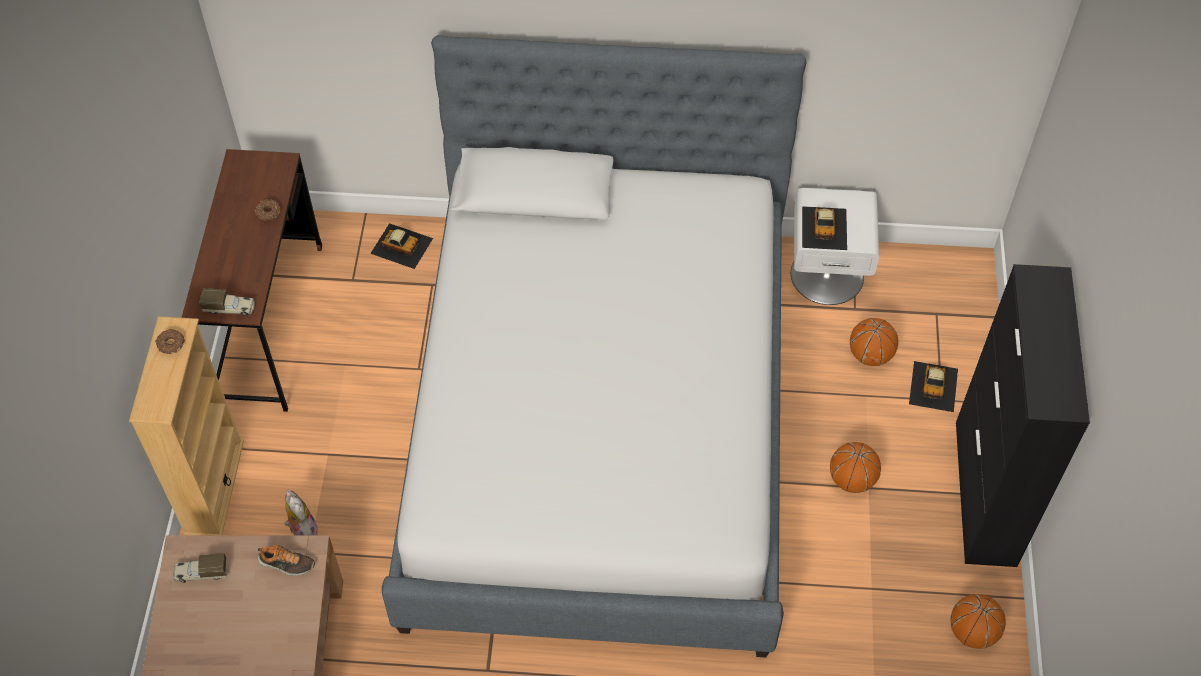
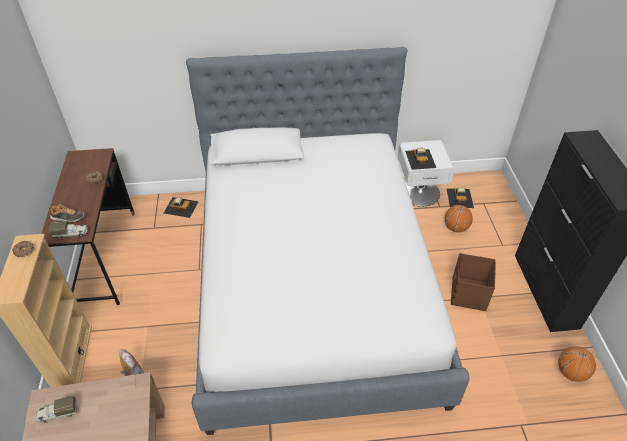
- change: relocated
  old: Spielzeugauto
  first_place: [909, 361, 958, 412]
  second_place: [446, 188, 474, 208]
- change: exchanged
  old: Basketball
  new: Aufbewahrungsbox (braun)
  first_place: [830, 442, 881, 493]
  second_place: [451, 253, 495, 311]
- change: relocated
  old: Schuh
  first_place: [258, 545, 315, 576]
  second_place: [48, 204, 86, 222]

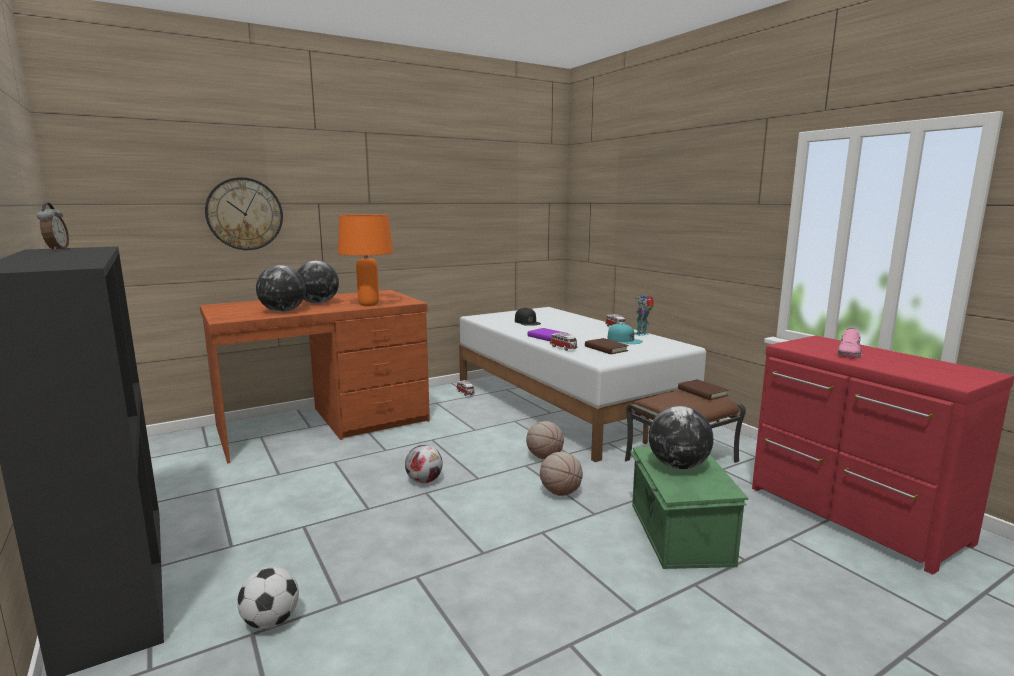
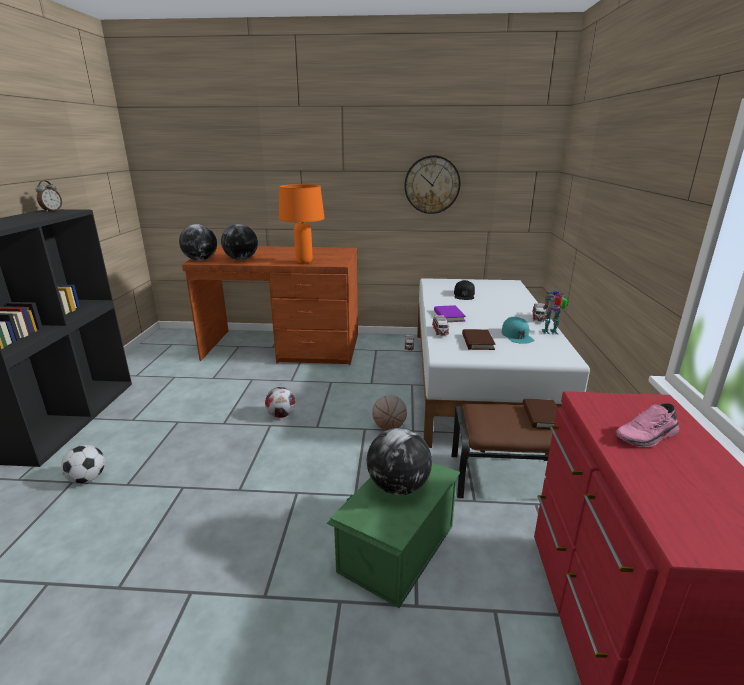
- change: relocated
  old: Wanduhr
  first_place: [205, 177, 283, 250]
  second_place: [405, 155, 461, 214]
- change: relocated
  old: Globus
  first_place: [297, 261, 339, 304]
  second_place: [179, 224, 217, 261]
- change: missing
  old: Basketball
  first_place: [540, 452, 583, 496]

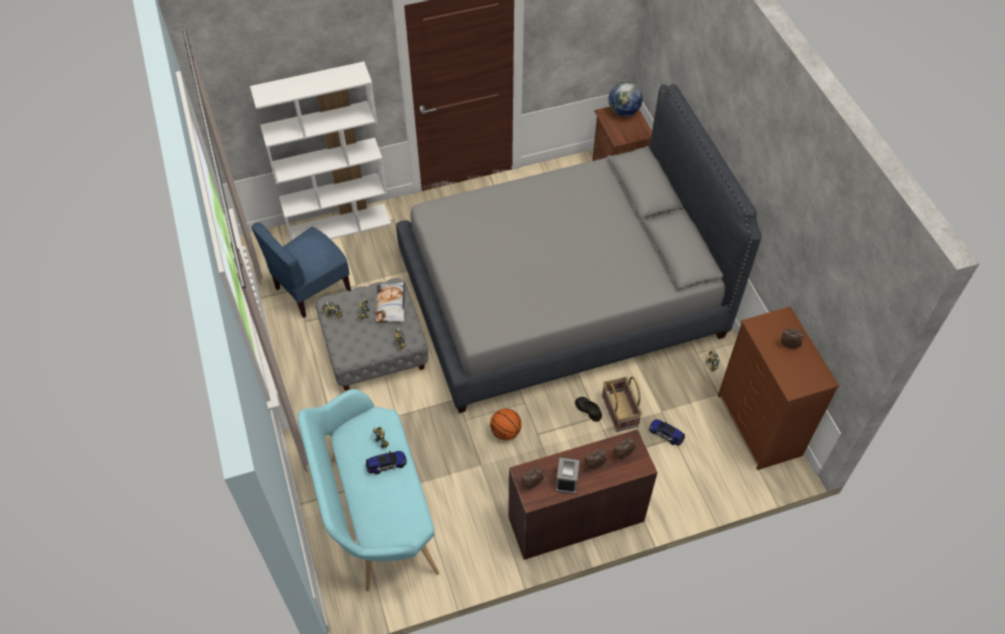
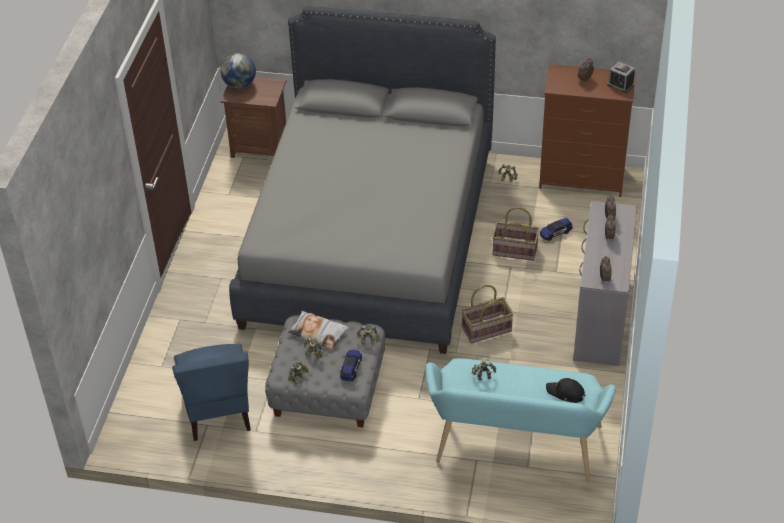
- change: missing
  old: Bücherregal (weiß)
  first_place: [250, 62, 391, 241]
- change: missing
  old: Schuh (schwarz)
  first_place: [575, 397, 602, 422]
- change: exchanged
  old: Basketball
  new: Korb
  first_place: [490, 408, 522, 440]
  second_place: [462, 285, 514, 343]
- change: colour
  old: Schreibtisch (braun)
  new: Schreibtisch (grau)
  first_place: [508, 429, 658, 560]
  second_place: [573, 201, 637, 366]
- change: relocated
  old: Spielzeugauto
  first_place: [366, 451, 407, 474]
  second_place: [340, 350, 362, 381]
- change: relocated
  old: Wecker
  first_place: [556, 457, 580, 494]
  second_place: [607, 61, 635, 93]
- change: appeared
  new: Kappe (schwarz)
  second_place: [546, 378, 585, 403]

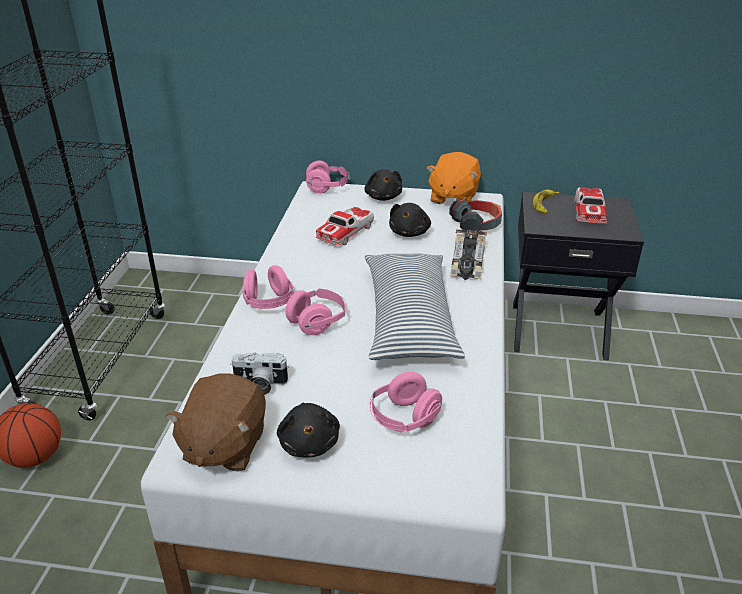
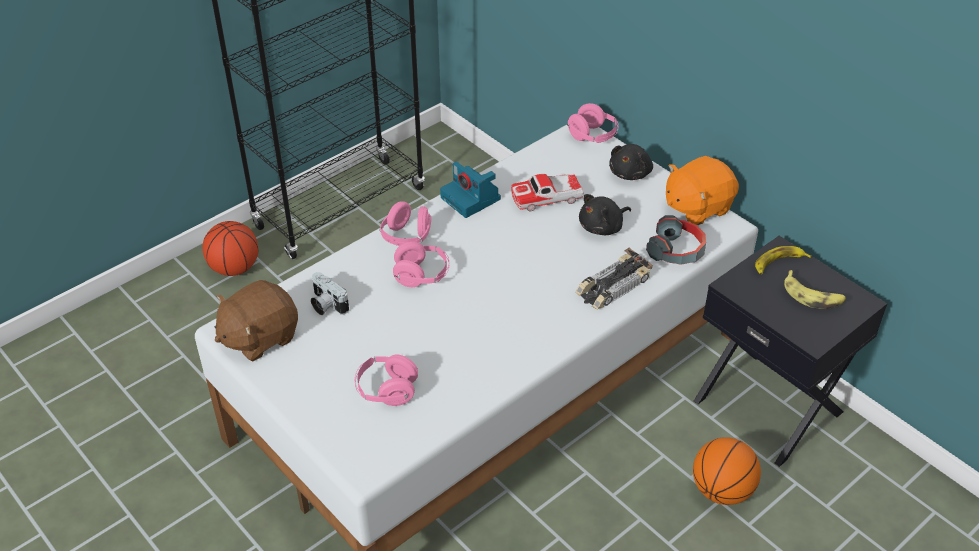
- change: exchanged
  old: Spielzeugauto
  new: Banane
  first_place: [574, 187, 607, 223]
  second_place: [784, 270, 846, 309]
- change: missing
  old: Kissen
  first_place: [365, 254, 465, 360]
- change: missing
  old: Plüschtier (schwarz)
  first_place: [277, 402, 340, 458]
- change: appeared
  new: Kamera
  second_place: [440, 161, 501, 218]
- change: appeared
  new: Basketball
  second_place: [693, 437, 761, 505]

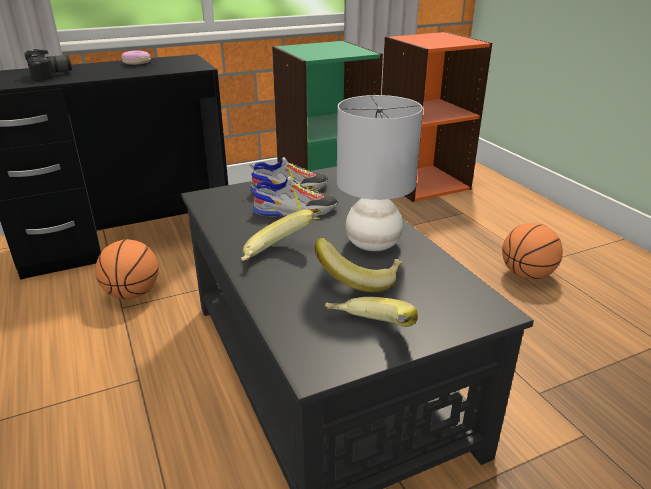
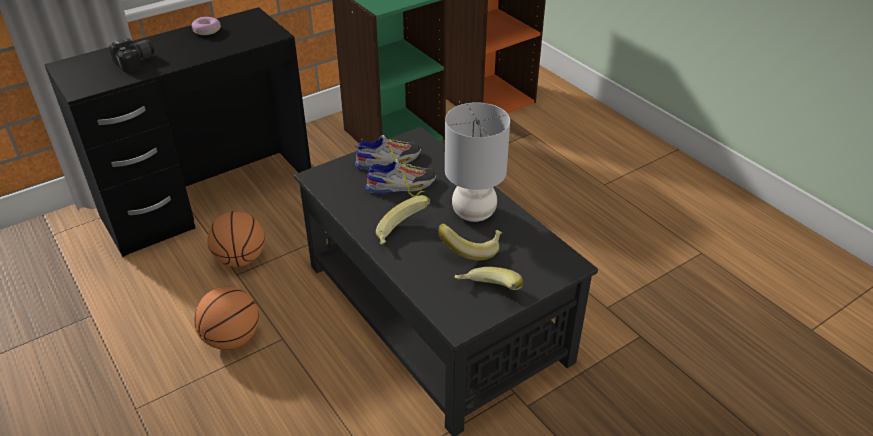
- change: relocated
  old: Basketball
  first_place: [502, 223, 563, 279]
  second_place: [194, 287, 259, 350]

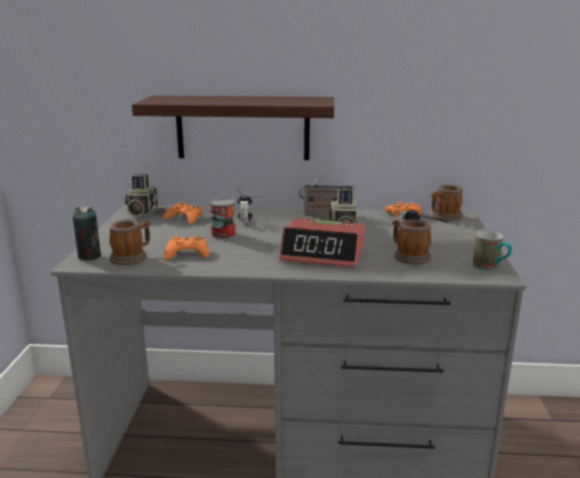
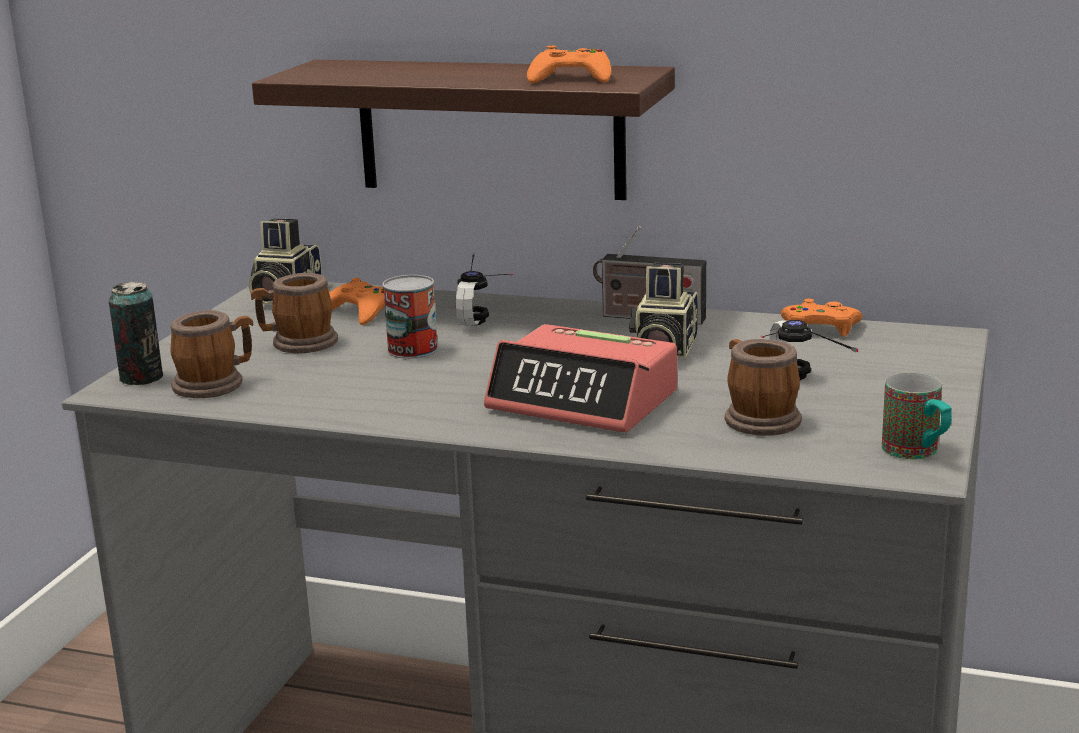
- change: relocated
  old: Henkelbecher
  first_place: [431, 184, 463, 221]
  second_place: [251, 273, 338, 354]
- change: relocated
  old: Gamepad (orange)
  first_place: [164, 236, 209, 260]
  second_place: [527, 46, 611, 83]

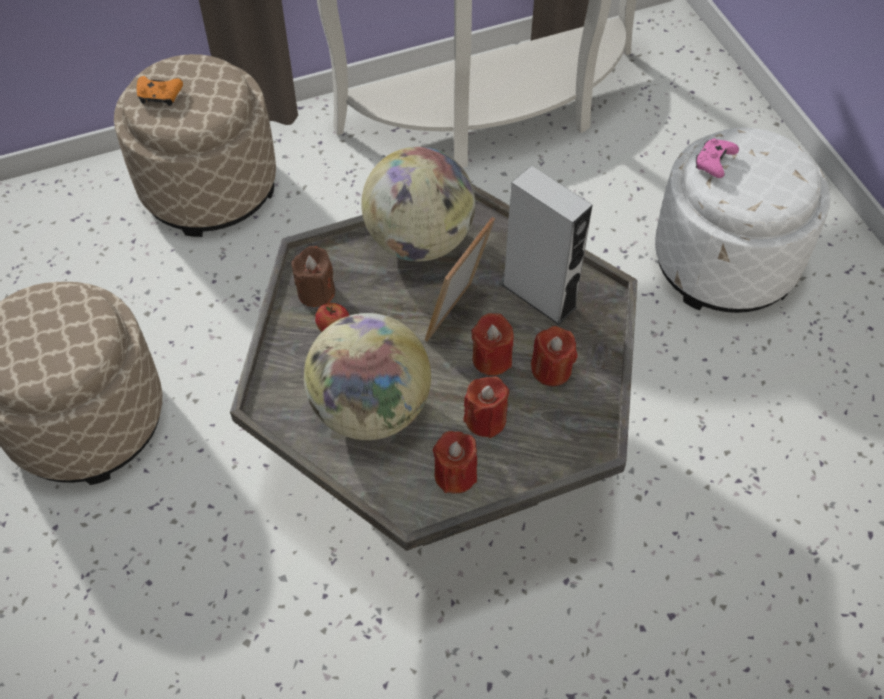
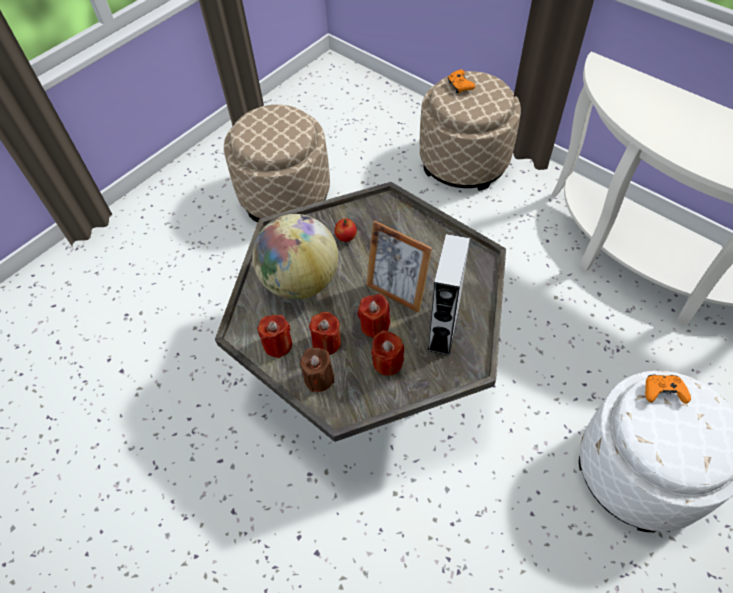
- change: colour
  old: Gamepad (rosa)
  new: Gamepad (orange)
  first_place: [696, 138, 739, 178]
  second_place: [645, 374, 691, 404]
- change: missing
  old: Globus
  first_place: [361, 147, 475, 261]
- change: spun
  old: Bilderrahmen
  first_place: [425, 217, 495, 341]
  second_place: [366, 220, 432, 313]
  degrees: -150
- change: relocated
  old: Kerze (braun)
  first_place: [291, 246, 335, 307]
  second_place: [300, 348, 334, 392]

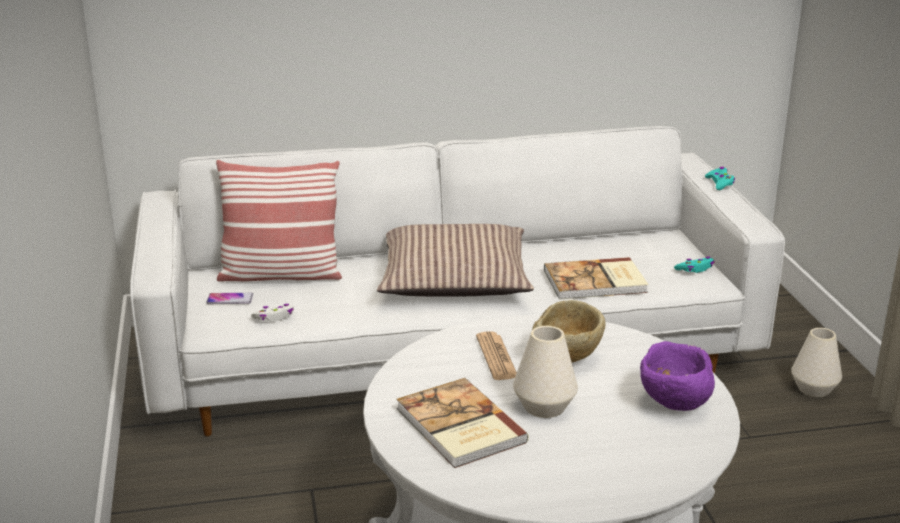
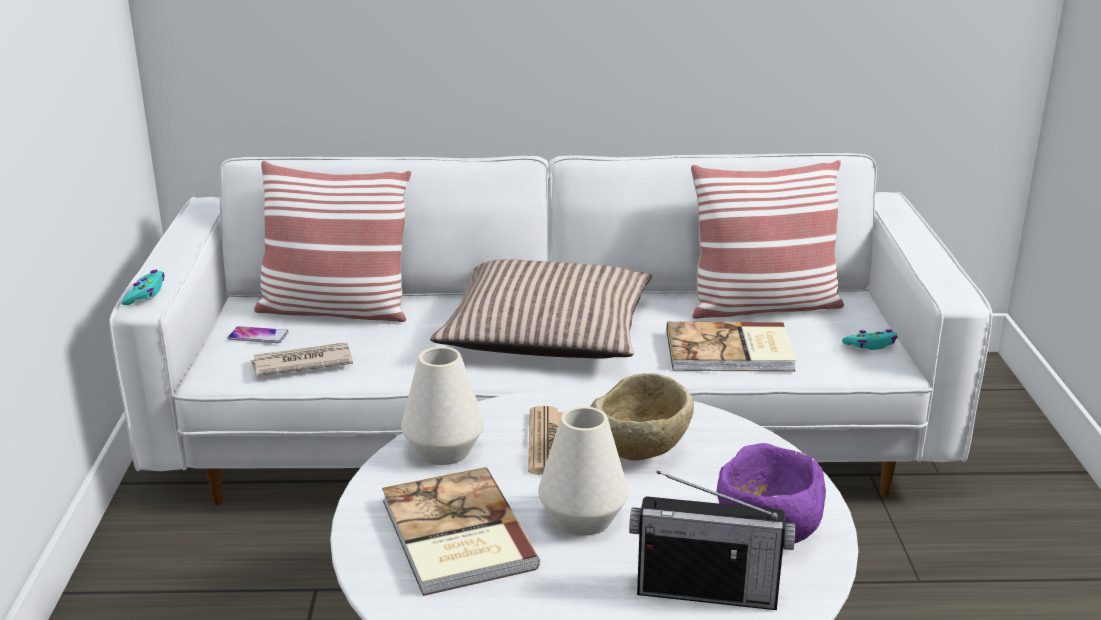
- change: relocated
  old: Gamepad (türkis)
  first_place: [705, 167, 735, 190]
  second_place: [121, 270, 165, 305]
- change: exchanged
  old: Gamepad (weiß)
  new: Zeitung
  first_place: [251, 304, 294, 322]
  second_place: [251, 343, 353, 376]
- change: relocated
  old: Vase (weiß)
  first_place: [791, 328, 842, 397]
  second_place: [401, 347, 484, 465]
- change: appeared
  new: Kissen
  second_place: [691, 160, 844, 319]
- change: appeared
  new: Radio
  second_place: [629, 471, 795, 610]

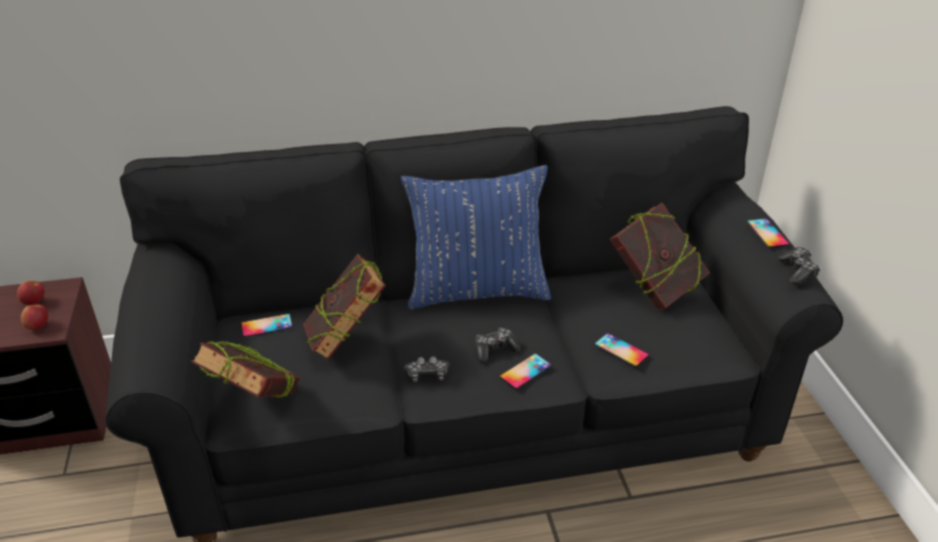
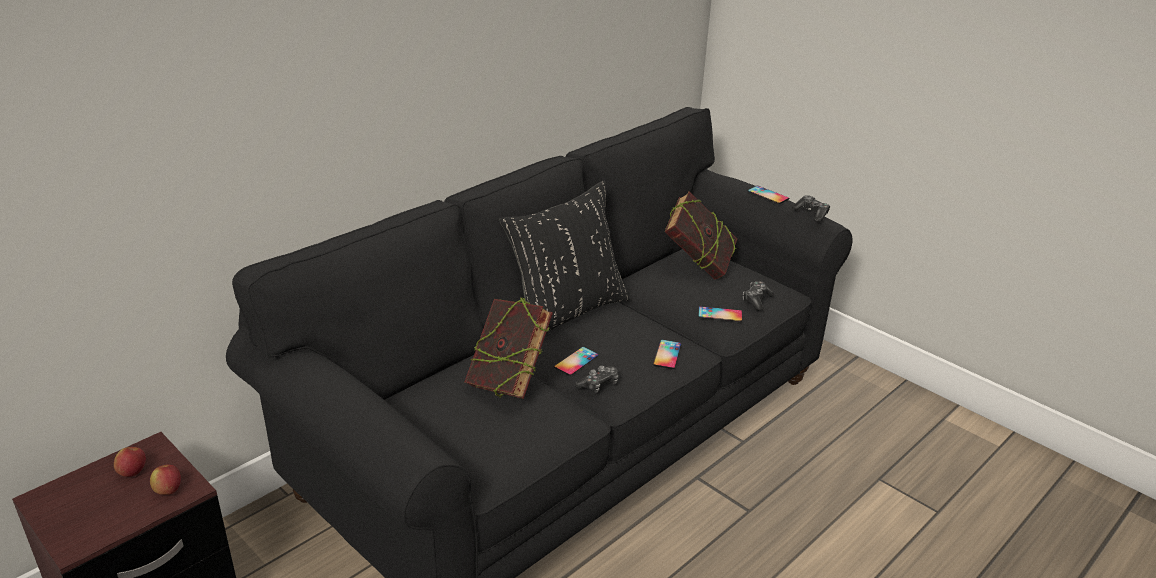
- change: colour
  old: Kissen (blau)
  new: Kissen (schwarz)
  first_place: [401, 165, 551, 310]
  second_place: [499, 180, 630, 333]
- change: relocated
  old: Handy
  first_place: [241, 314, 293, 337]
  second_place: [554, 347, 598, 376]
- change: relocated
  old: Gamepad
  first_place: [476, 328, 521, 363]
  second_place: [743, 281, 774, 311]
- change: missing
  old: Buch
  first_place: [191, 341, 300, 398]

